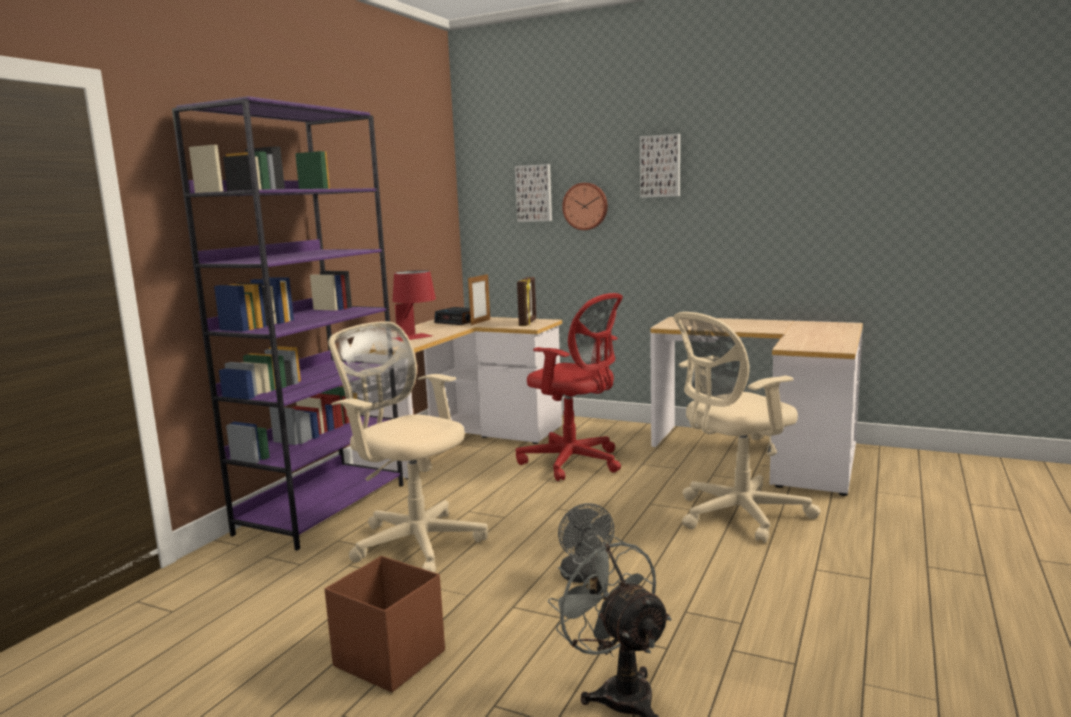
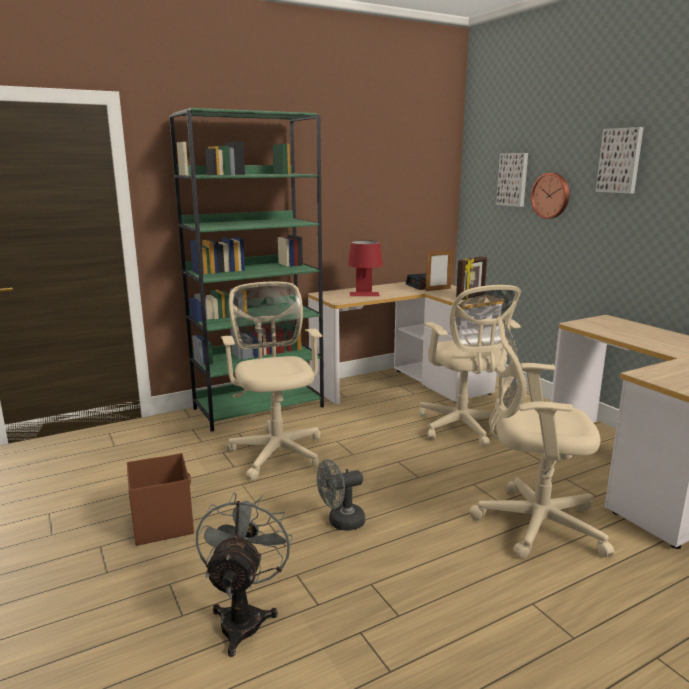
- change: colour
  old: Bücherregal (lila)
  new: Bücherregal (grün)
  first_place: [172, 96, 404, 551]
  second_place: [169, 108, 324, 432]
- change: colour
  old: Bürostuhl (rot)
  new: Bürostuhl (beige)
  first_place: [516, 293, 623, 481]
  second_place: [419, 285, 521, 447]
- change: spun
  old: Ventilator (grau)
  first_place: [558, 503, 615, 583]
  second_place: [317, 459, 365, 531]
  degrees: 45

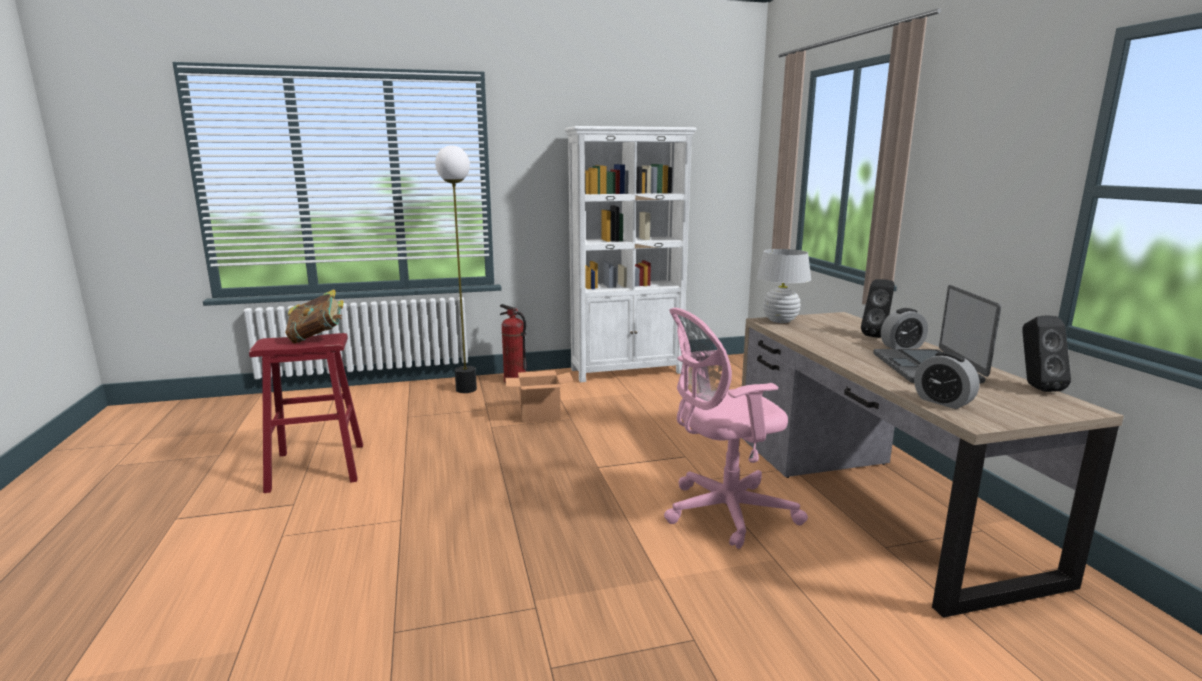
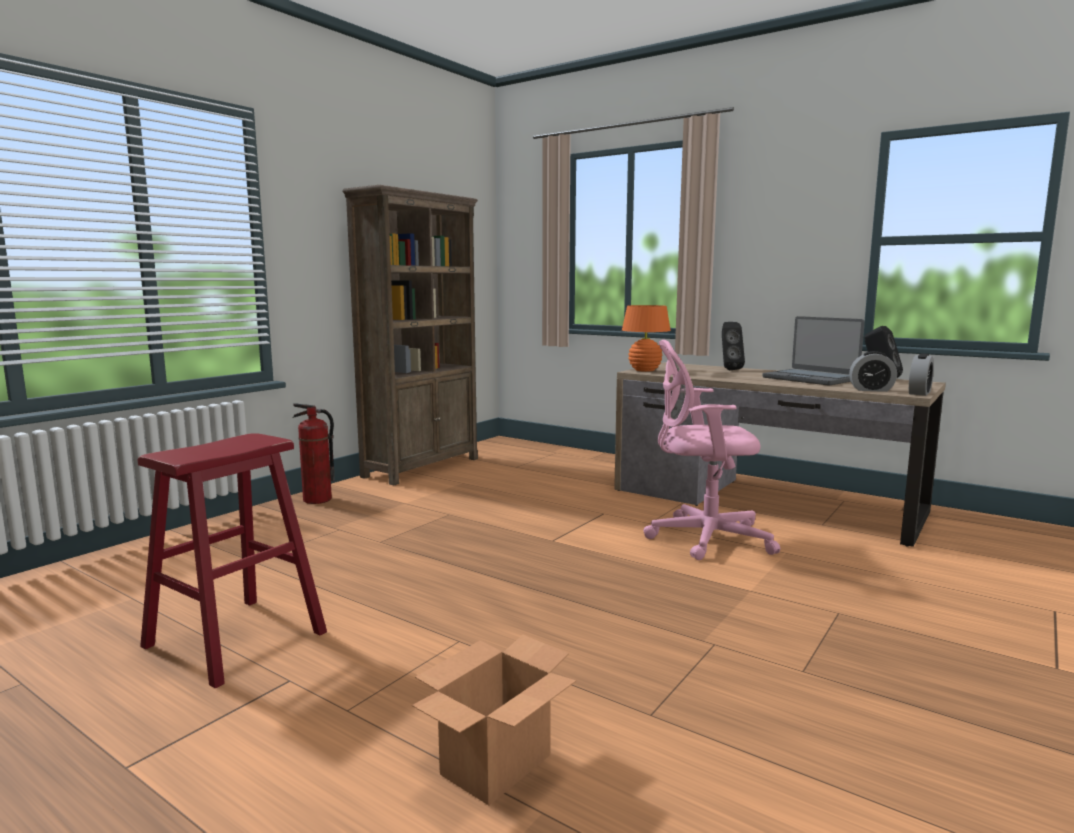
- change: colour
  old: Bücherregal (weiß)
  new: Bücherregal (braun)
  first_place: [564, 126, 697, 382]
  second_place: [342, 185, 478, 486]
- change: missing
  old: Stehlampe
  first_place: [435, 145, 477, 393]
- change: colour
  old: Tischlampe (weiß)
  new: Tischlampe (orange)
  first_place: [757, 249, 811, 323]
  second_place: [622, 305, 671, 372]
- change: missing
  old: Buch
  first_place: [285, 289, 344, 343]
- change: spun
  old: Bürostuhl (rosa)
  first_place: [664, 308, 808, 549]
  second_place: [643, 340, 780, 560]
  degrees: 60
- change: relocated
  old: Wecker
  first_place: [881, 308, 928, 349]
  second_place: [909, 353, 934, 396]
- change: relocated
  old: Karton
  first_place: [505, 370, 573, 423]
  second_place: [412, 635, 576, 806]

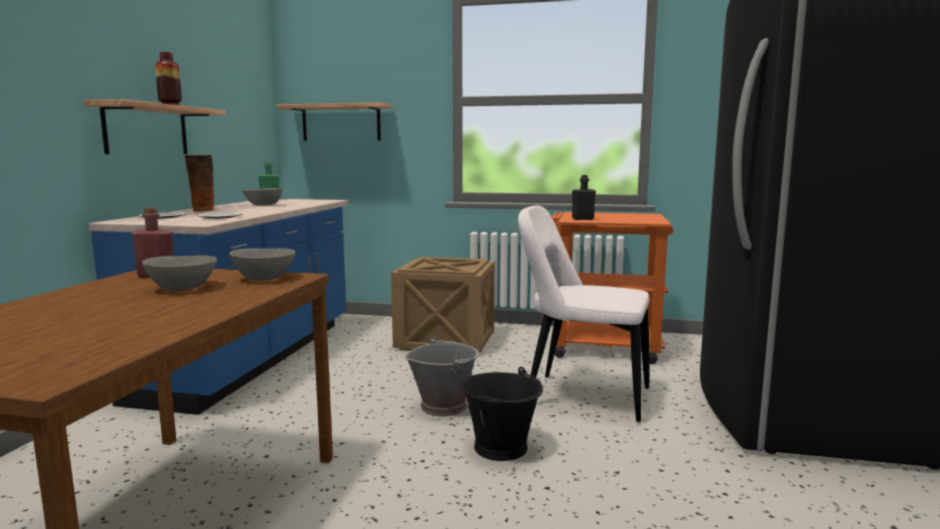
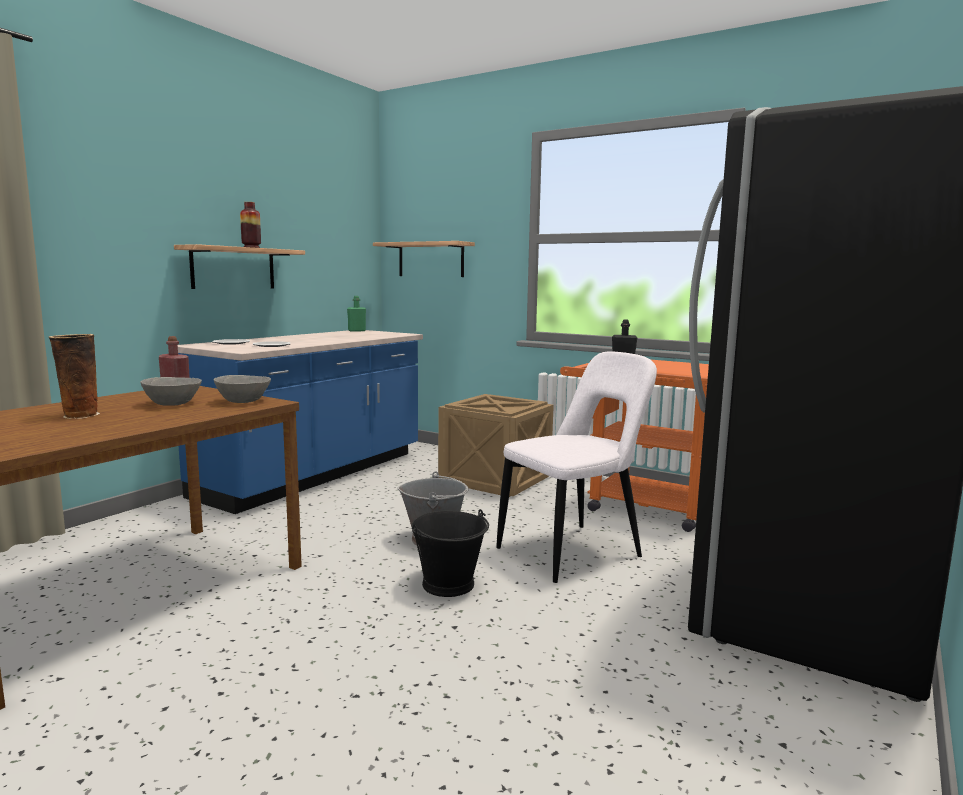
- change: relocated
  old: Vase
  first_place: [184, 154, 215, 212]
  second_place: [49, 334, 100, 419]
- change: missing
  old: Schüssel (grau)
  first_place: [242, 188, 283, 206]
- change: spun
  old: Stuhl (weiß)
  first_place: [518, 206, 649, 422]
  second_place: [496, 351, 657, 583]
  degrees: 105

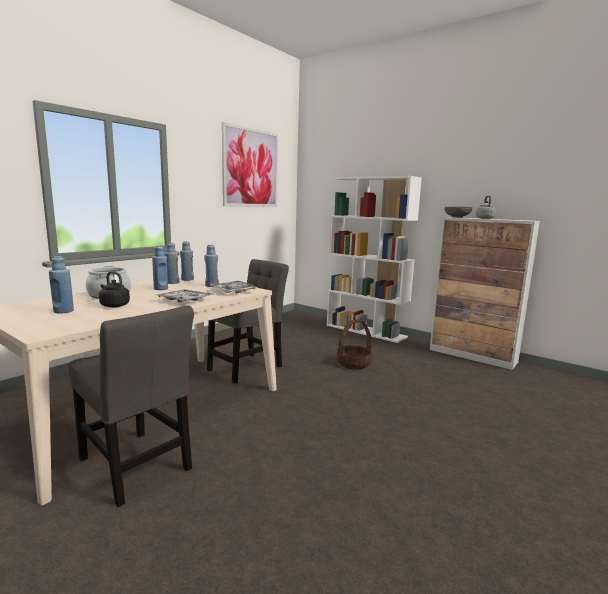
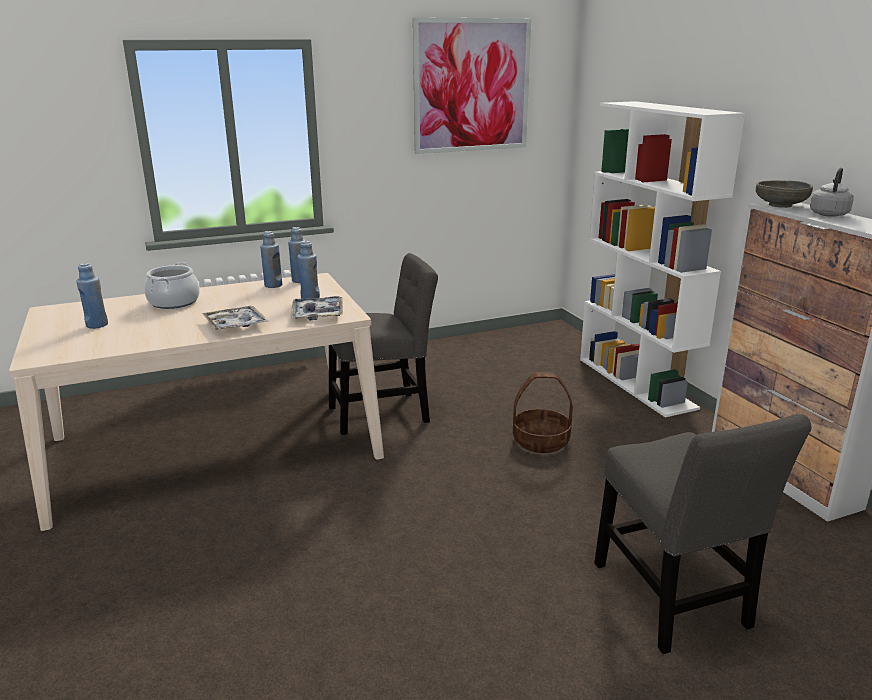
- change: missing
  old: Flasche (blau)
  first_place: [152, 246, 168, 290]
- change: missing
  old: Wasserkessel (schwarz)
  first_place: [99, 271, 130, 307]
- change: relocated
  old: Stuhl (grau)
  first_place: [68, 306, 194, 507]
  second_place: [594, 414, 812, 654]

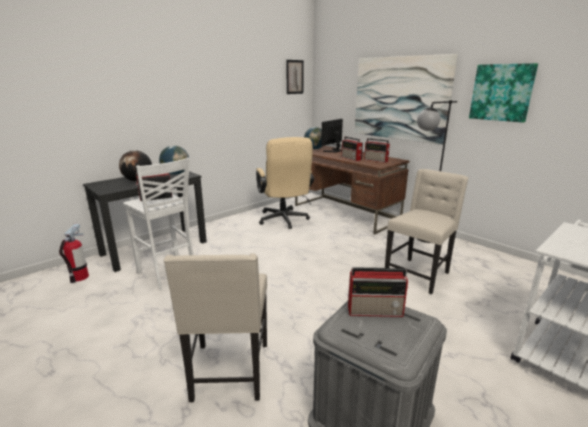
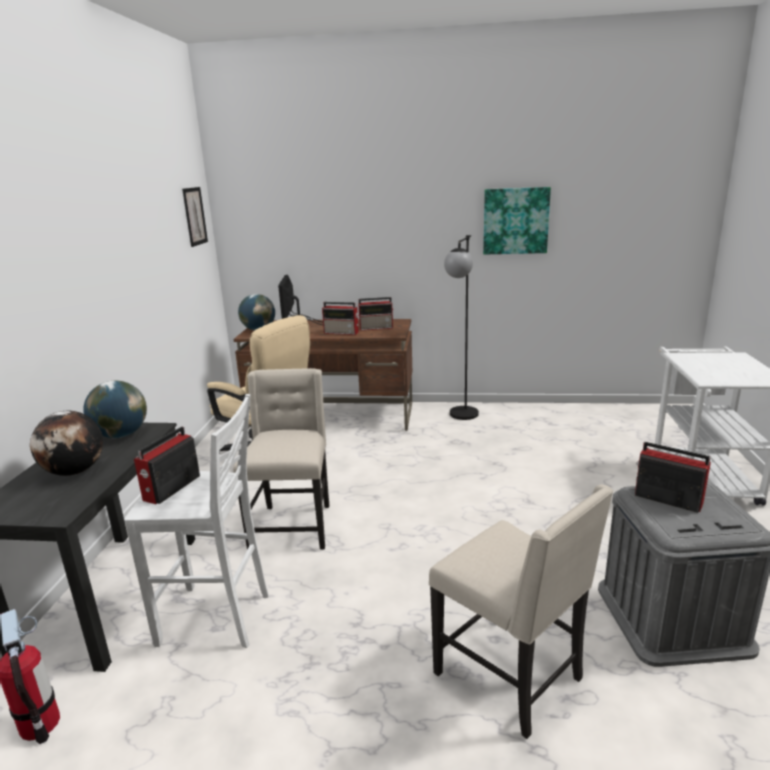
- change: missing
  old: Bild
  first_place: [355, 54, 458, 145]
- change: relocated
  old: Stuhl (beige)
  first_place: [385, 169, 468, 294]
  second_place: [233, 368, 329, 550]
- change: spun
  old: Radio
  first_place: [348, 267, 408, 317]
  second_place: [635, 442, 711, 513]
  degrees: -105

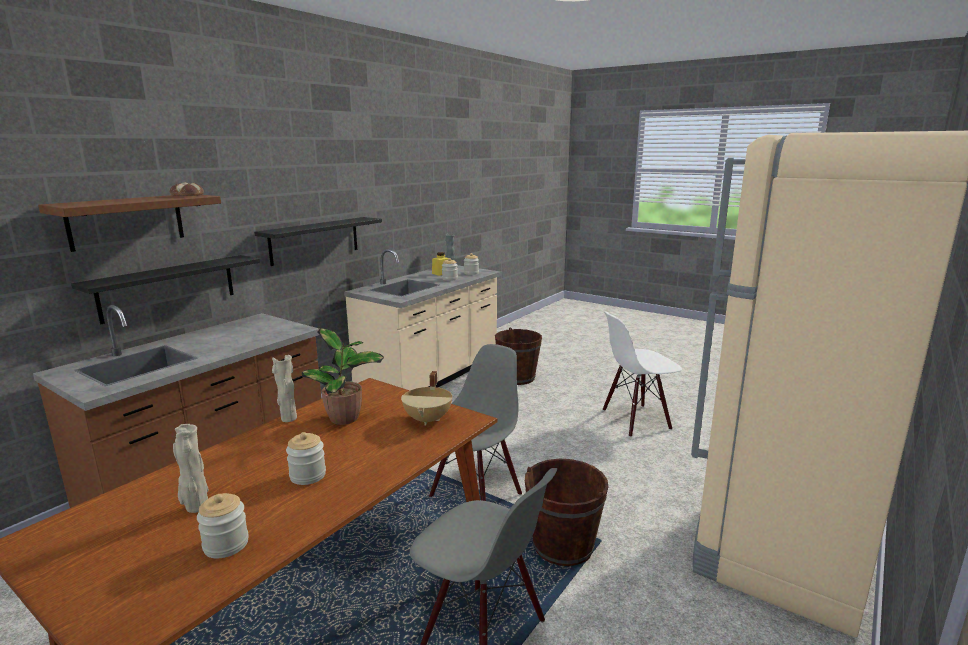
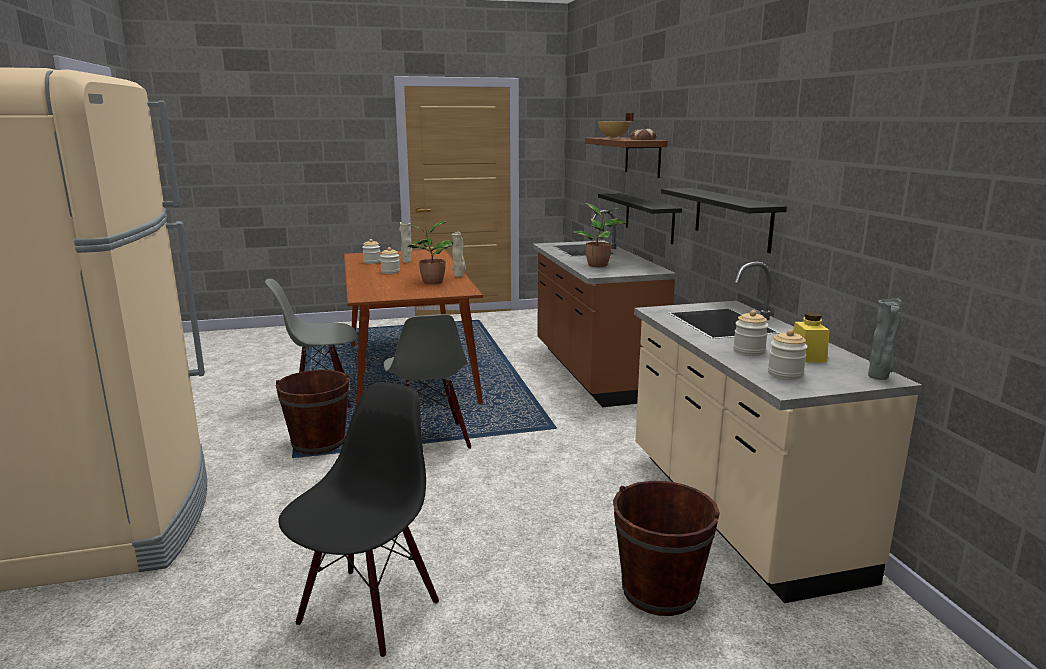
- change: colour
  old: Stuhl (weiß)
  new: Stuhl (schwarz)
  first_place: [603, 312, 682, 437]
  second_place: [278, 382, 439, 657]
- change: relocated
  old: Kochtopf (beige)
  first_place: [401, 371, 452, 425]
  second_place: [598, 113, 634, 139]
- change: appeared
  new: Topfpflanze
  second_place: [573, 203, 627, 267]

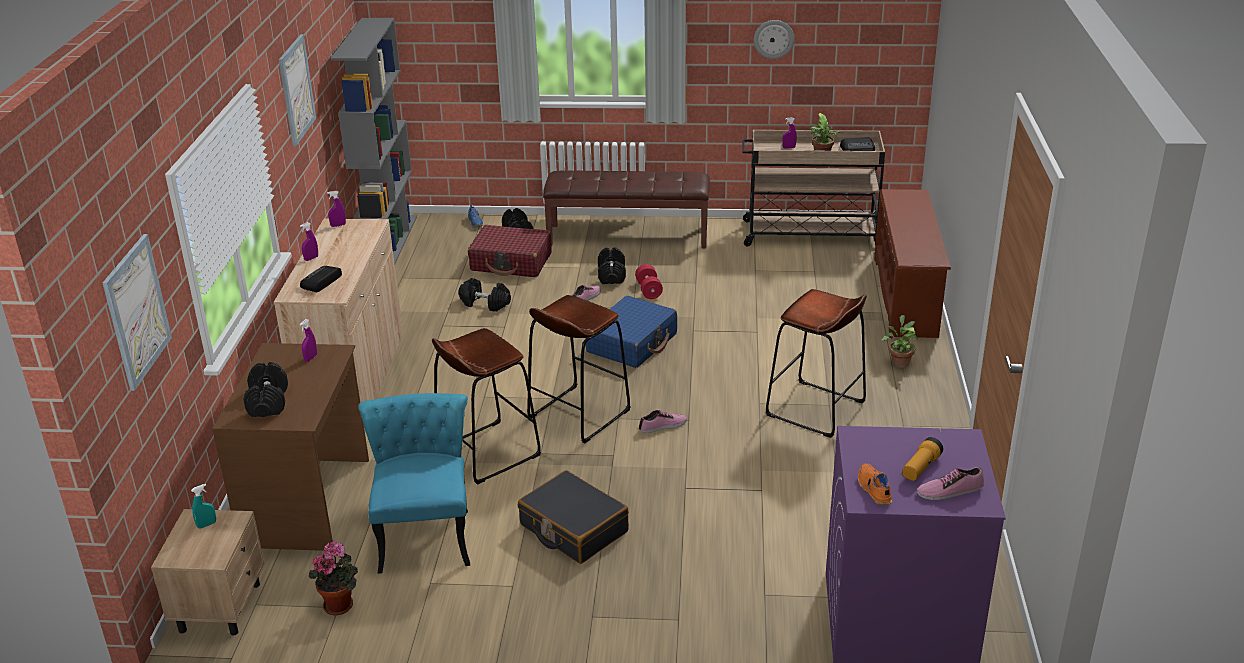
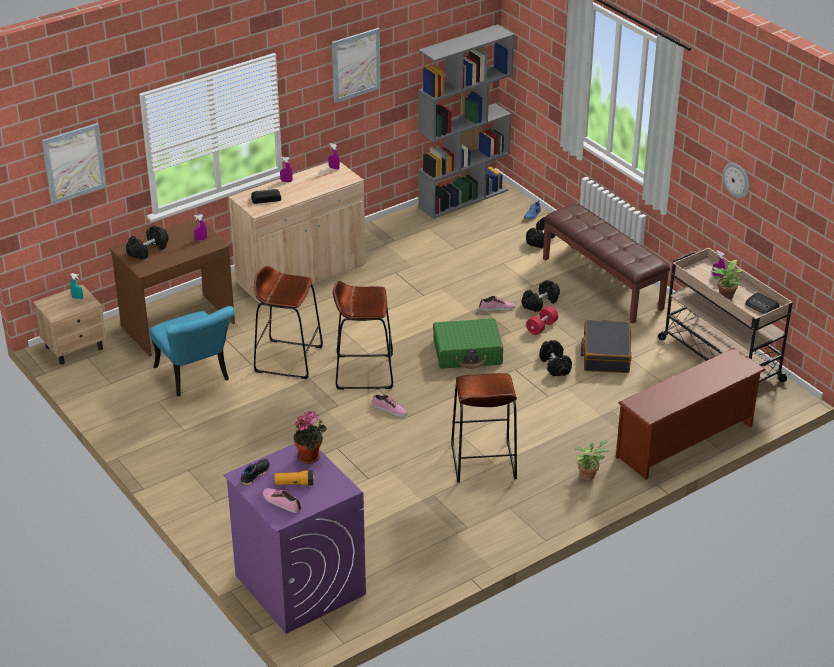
- change: missing
  old: Koffer (rot)
  first_place: [468, 225, 552, 277]
- change: relocated
  old: Hantel (schwarz)
  first_place: [458, 278, 511, 311]
  second_place: [539, 340, 572, 376]
- change: colour
  old: Koffer (blau)
  new: Koffer (grün)
  first_place: [585, 296, 677, 368]
  second_place: [433, 318, 503, 369]
- change: spun
  old: Stuhl (türkis)
  first_place: [358, 393, 470, 574]
  second_place: [150, 306, 234, 396]
  degrees: 105
- change: colour
  old: Schuh (orange)
  new: Schuh (schwarz)
  first_place: [858, 463, 892, 505]
  second_place: [241, 459, 269, 485]
- change: relocated
  old: Koffer (schwarz)
  first_place: [518, 470, 629, 564]
  second_place: [581, 320, 631, 373]
- change: relocated
  old: Topfpflanze
  first_place: [309, 541, 358, 615]
  second_place: [294, 411, 327, 464]

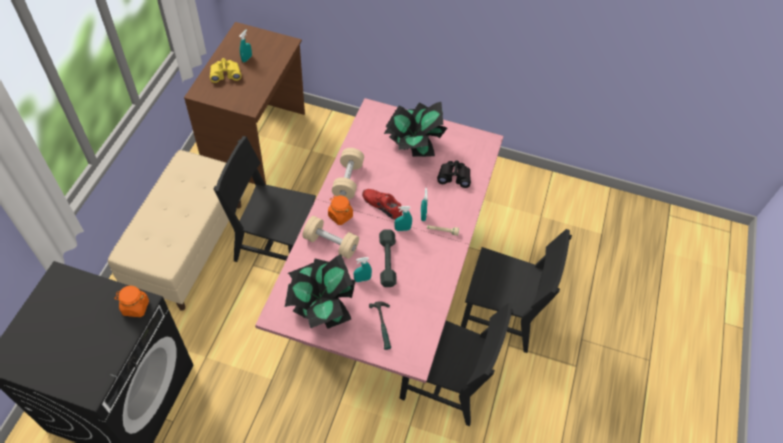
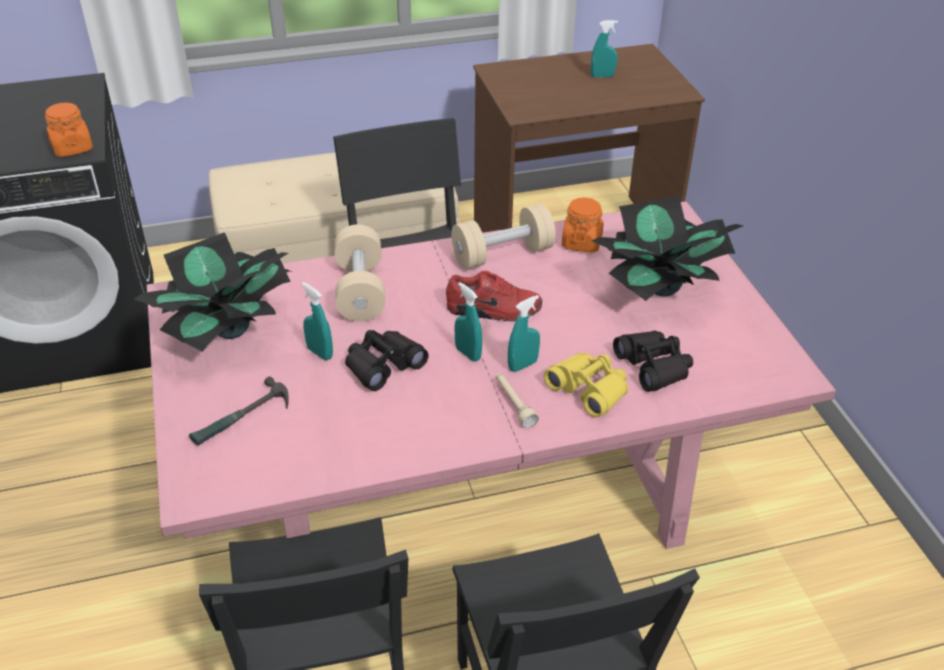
- change: relocated
  old: Fernglas (gelb)
  first_place: [210, 58, 242, 83]
  second_place: [544, 353, 628, 418]
- change: spun
  old: Schuh (rot)
  first_place: [362, 189, 402, 220]
  second_place: [446, 271, 542, 321]
  degrees: 90
- change: relocated
  old: Vorratsglas (orange)
  first_place: [328, 195, 353, 225]
  second_place: [562, 197, 604, 253]
- change: exchanged
  old: Hantel (grau)
  new: Fernglas (schwarz)
  first_place: [379, 230, 397, 287]
  second_place: [345, 330, 429, 391]

